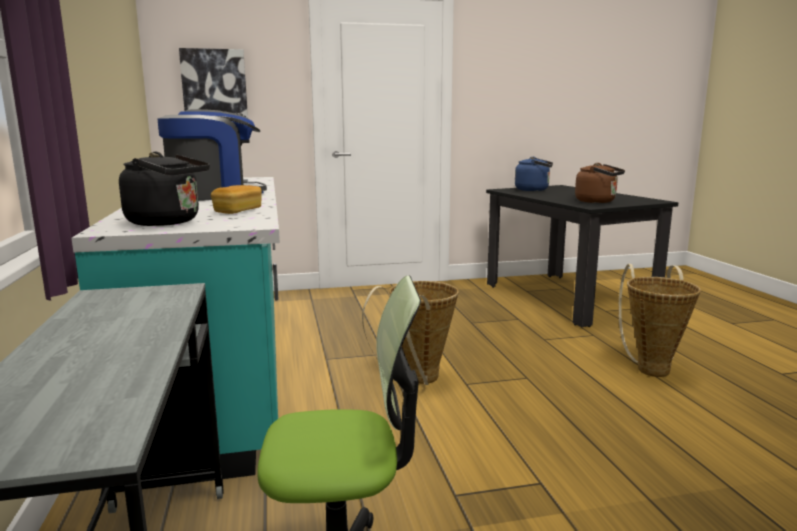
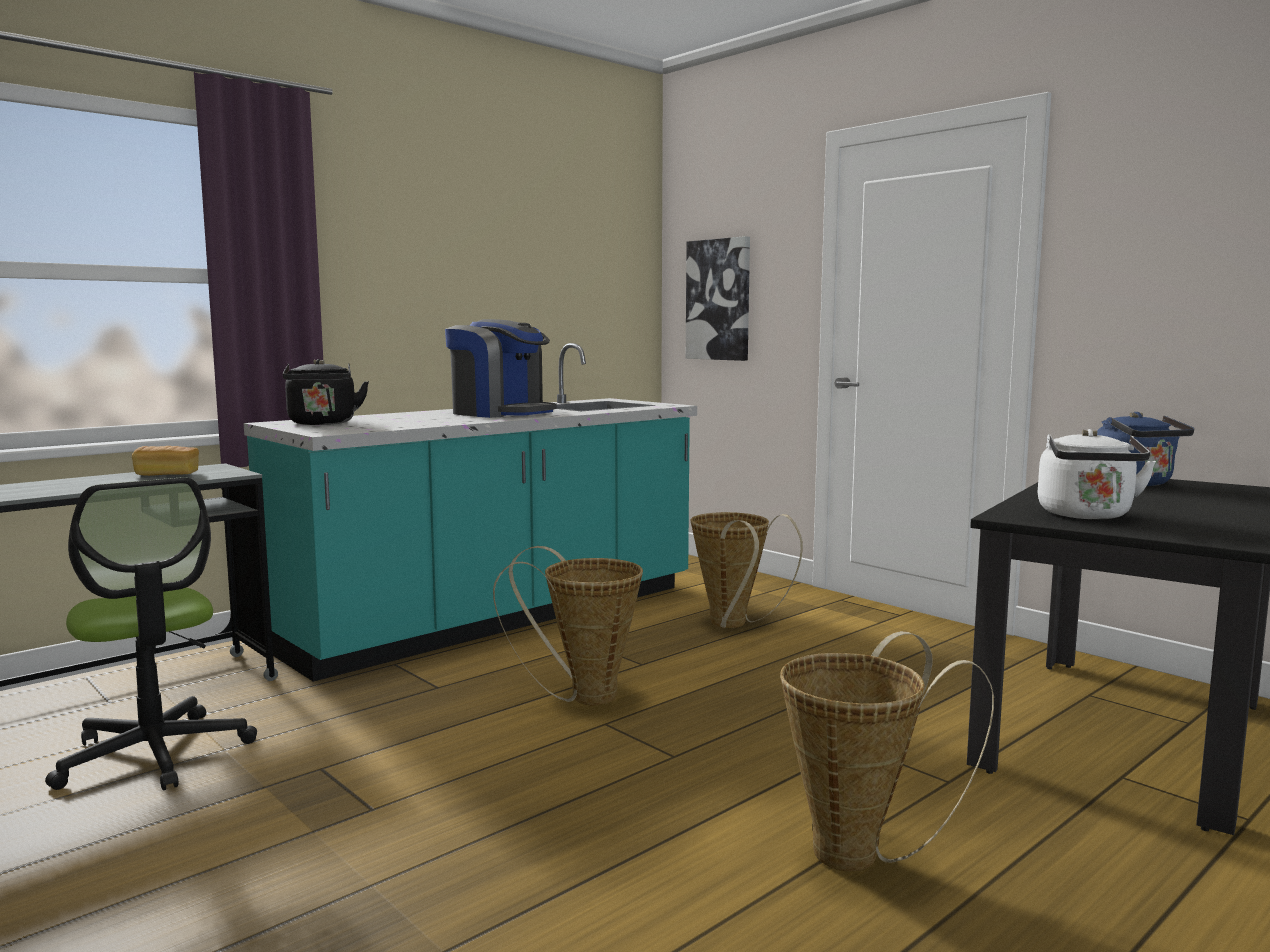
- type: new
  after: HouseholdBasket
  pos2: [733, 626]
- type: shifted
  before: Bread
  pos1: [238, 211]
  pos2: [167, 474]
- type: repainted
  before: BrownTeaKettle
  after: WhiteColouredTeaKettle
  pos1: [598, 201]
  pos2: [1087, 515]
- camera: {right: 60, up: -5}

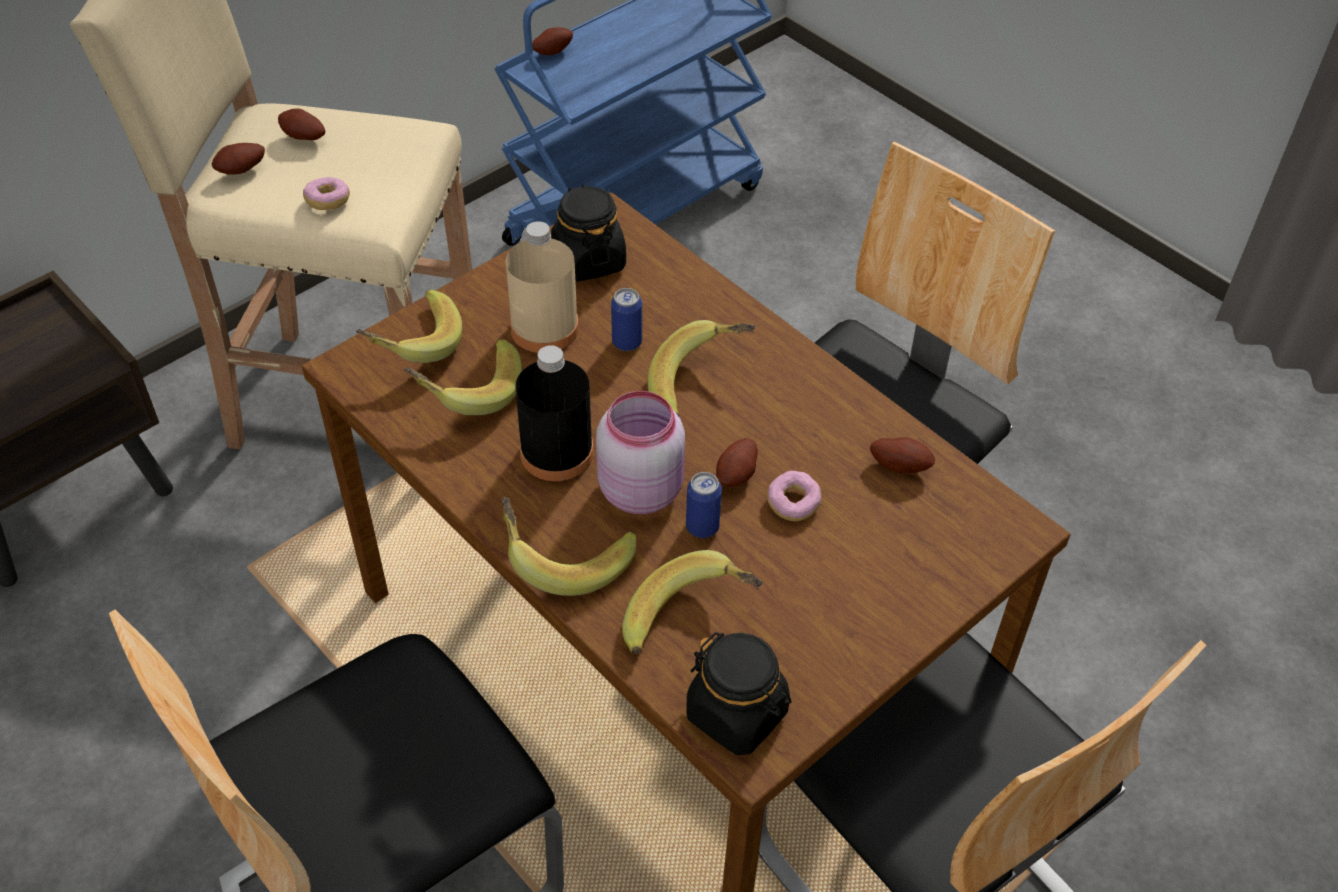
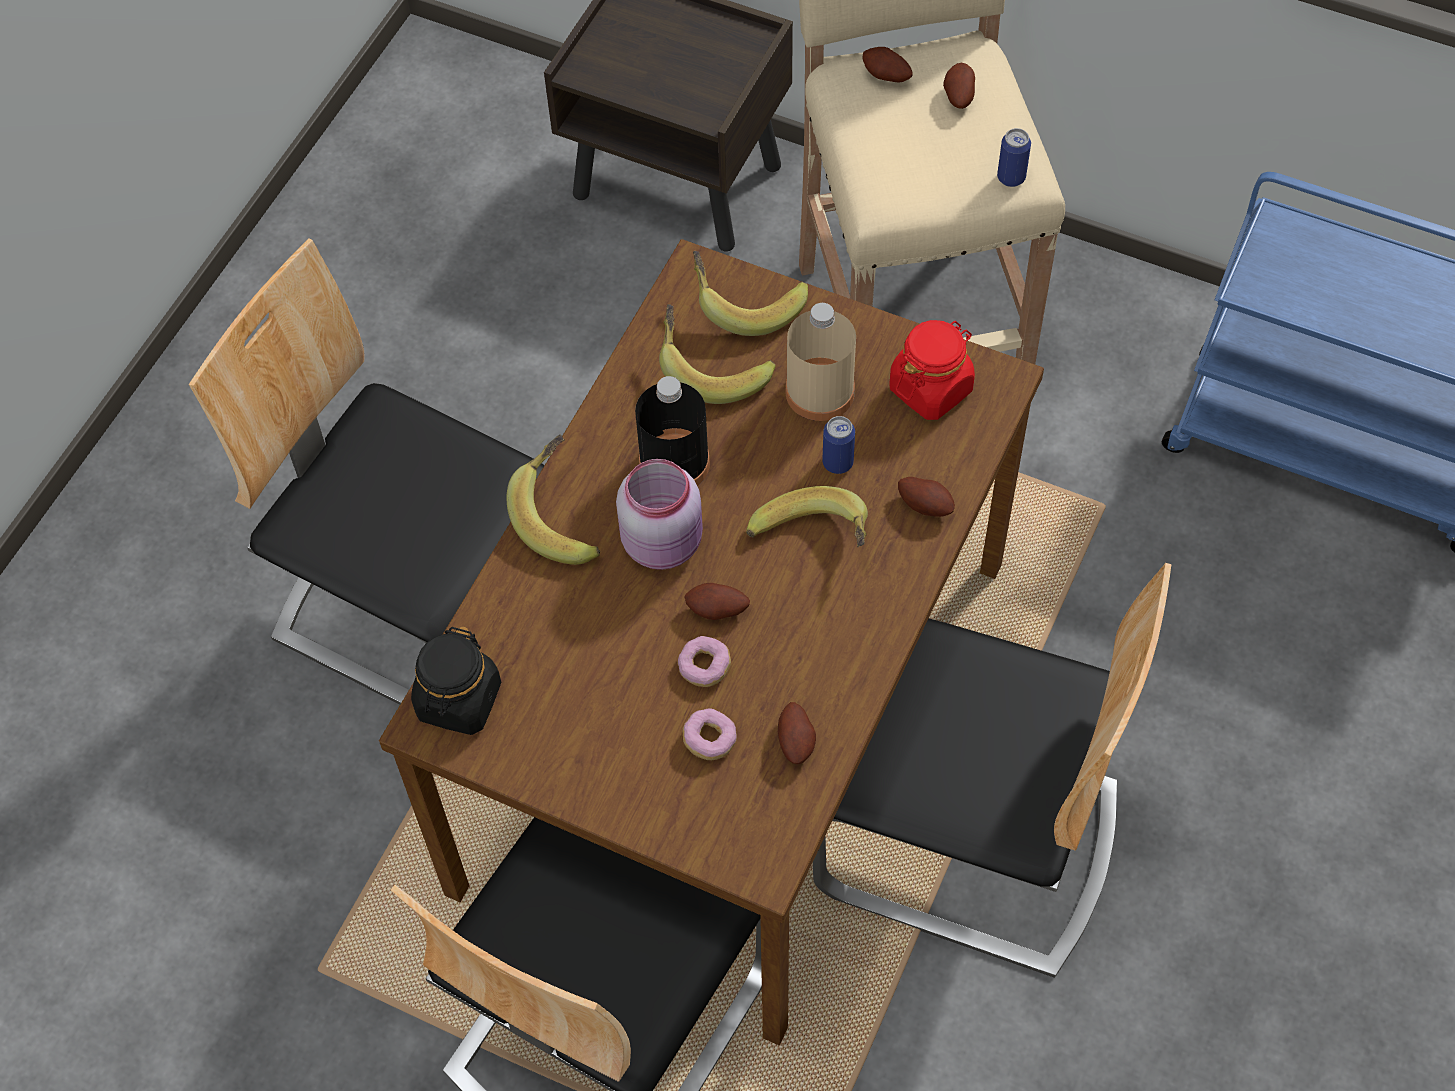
- type: gone
  before: BananaFruit
  pos1: [691, 623]
- type: shifted
  before: RingDoughnut
  pos1: [328, 201]
  pos2: [710, 740]
- type: shifted
  before: WholePotato
  pos1: [552, 51]
  pos2: [926, 504]
- type: shifted
  before: Can
  pos1: [702, 527]
  pos2: [1011, 177]
- type: repainted
  before: BlackPreserveJar
  after: RedColouredPreserveJar
  pos1: [588, 260]
  pos2: [931, 389]
- camera: {right: 70, up: 10}

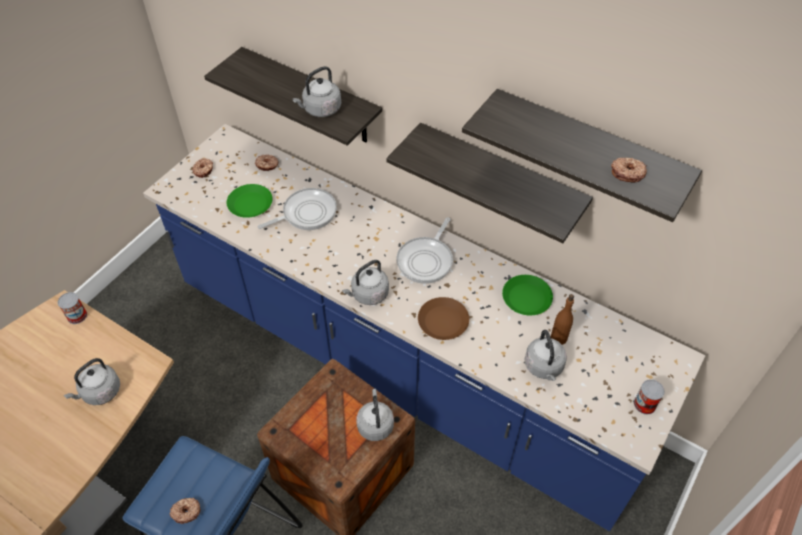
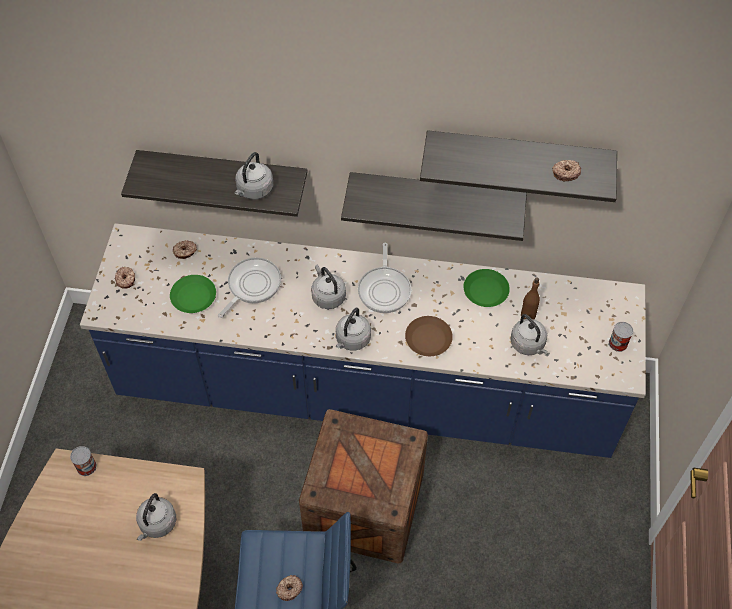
- type: shifted
  before: GreyTeaKettle
  pos1: [375, 424]
  pos2: [327, 296]
- camera: {right: -25, up: 5}

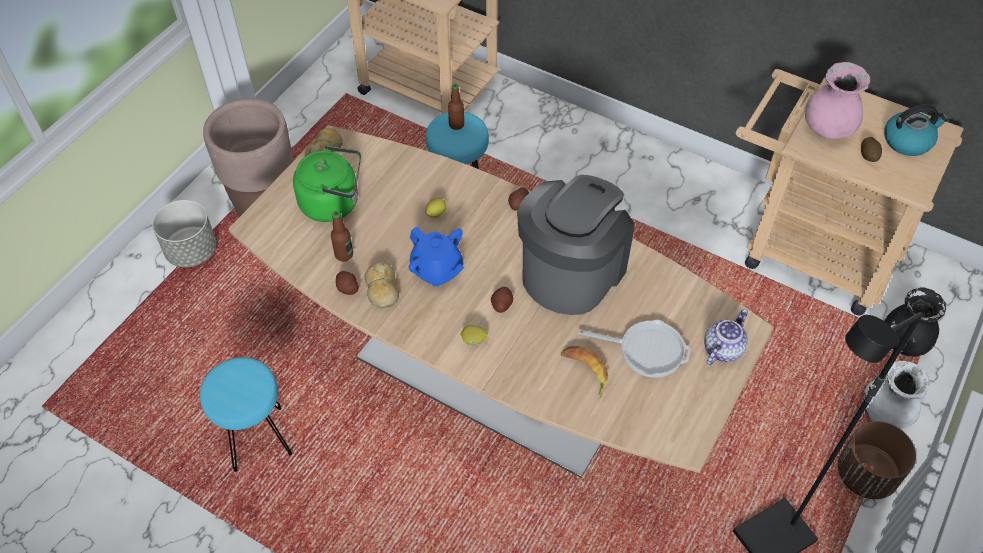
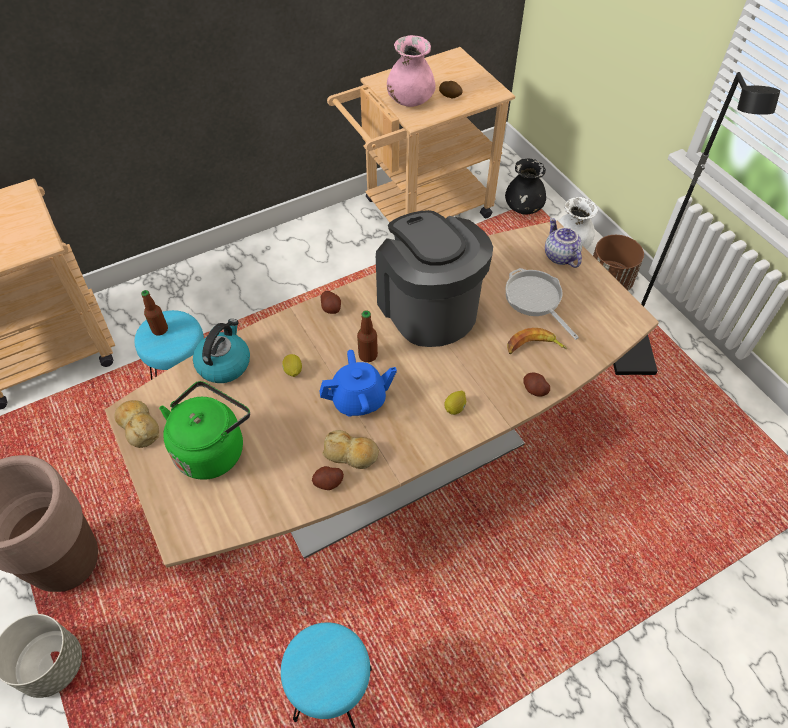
- type: shifted
  before: Bottle
  pos1: [344, 255]
  pos2: [368, 355]
- type: shifted
  before: WholePotato
  pos1: [501, 304]
  pos2: [535, 390]
- type: shifted
  before: TeaKettle
  pos1: [908, 141]
  pos2: [224, 363]
- type: rotated
  before: Pan
  pos1: [646, 350]
  pos2: [535, 299]
  turn: -75
- camera: {right: -60, up: 0}

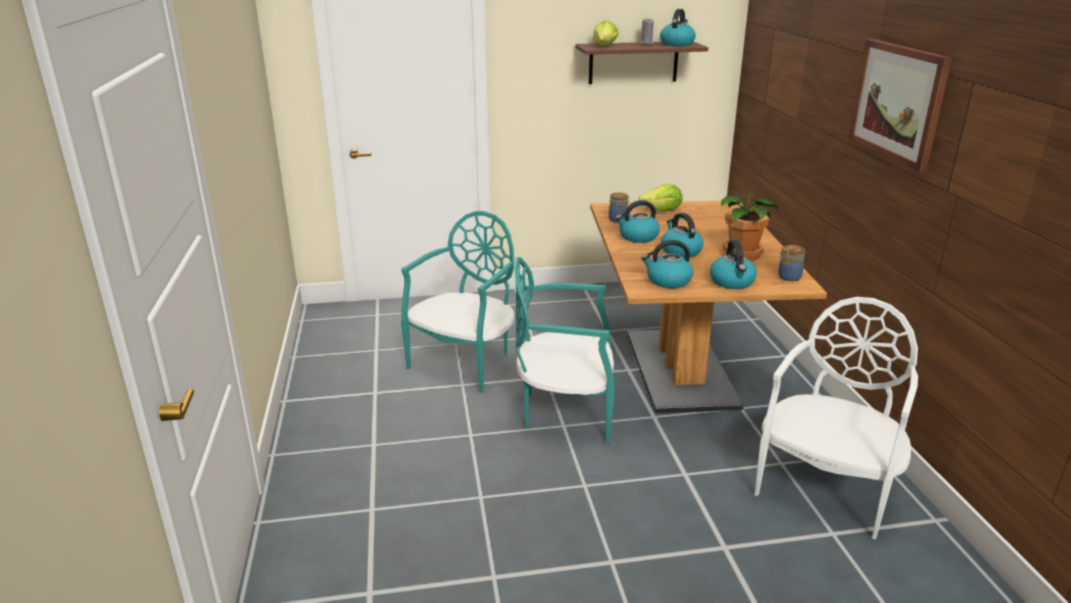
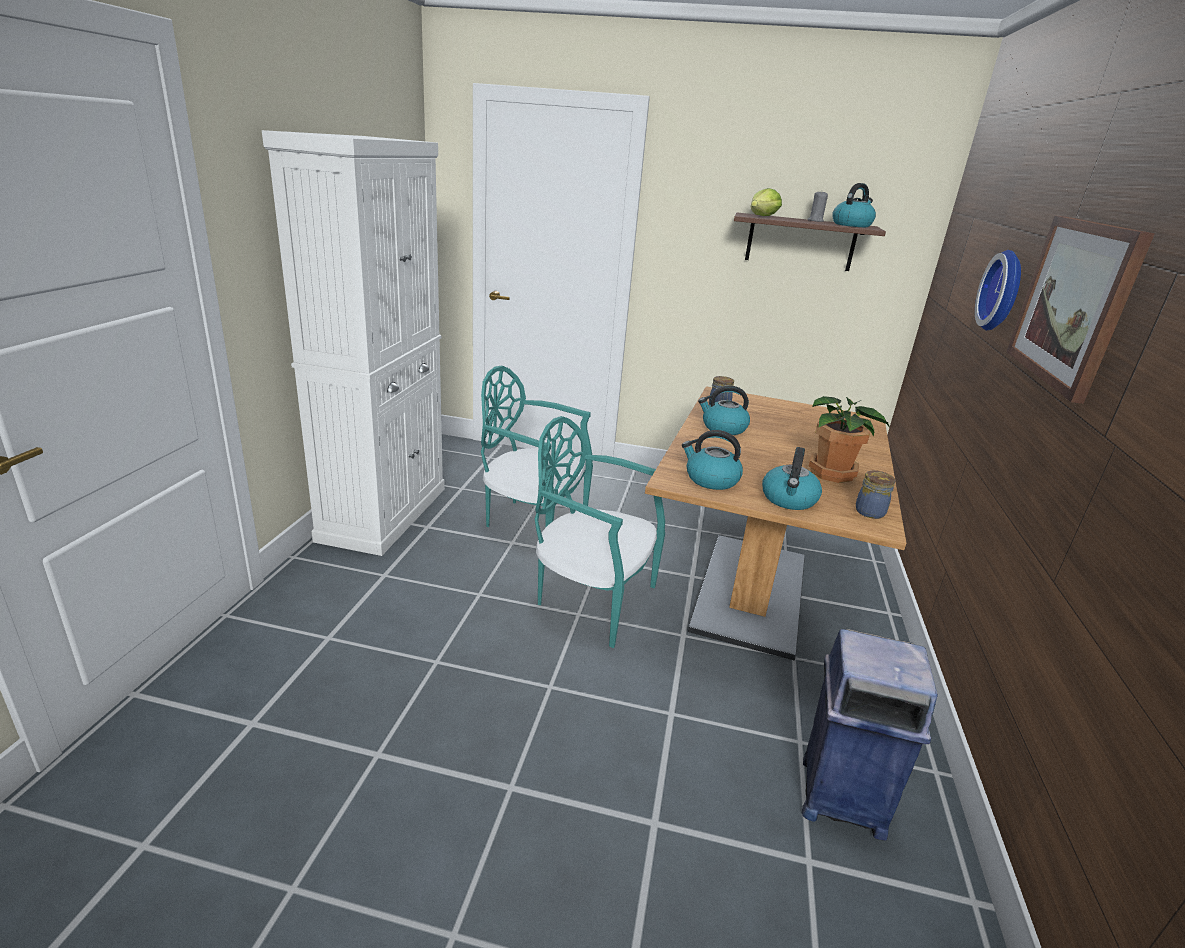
- type: gone
  before: Lettuce
  pos1: [662, 211]
- type: gone
  before: TeaKettle
  pos1: [680, 251]
- type: new
  after: WhiteColouredCupboard
  pos2: [384, 513]
- type: new
  after: ClockOnTheWall
  pos2: [1005, 291]
- type: swapped
  before: WhiteColouredChair
  after: BlueRubbishBin
  pos1: [826, 488]
  pos2: [839, 795]
- type: rotated
  before: TurquoiseChair
  pos1: [466, 363]
  pos2: [532, 522]
  turn: -120
- camera: {right: 20, up: 0}

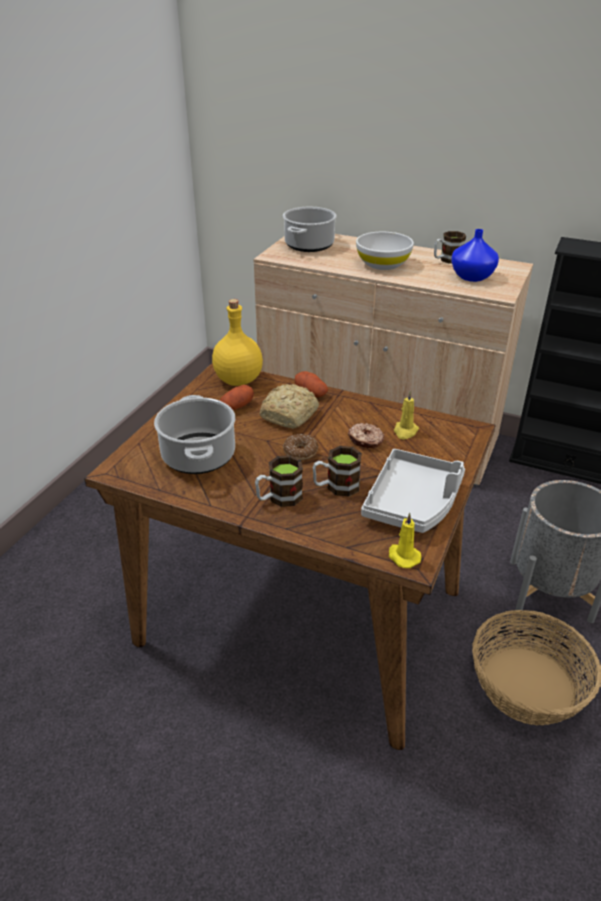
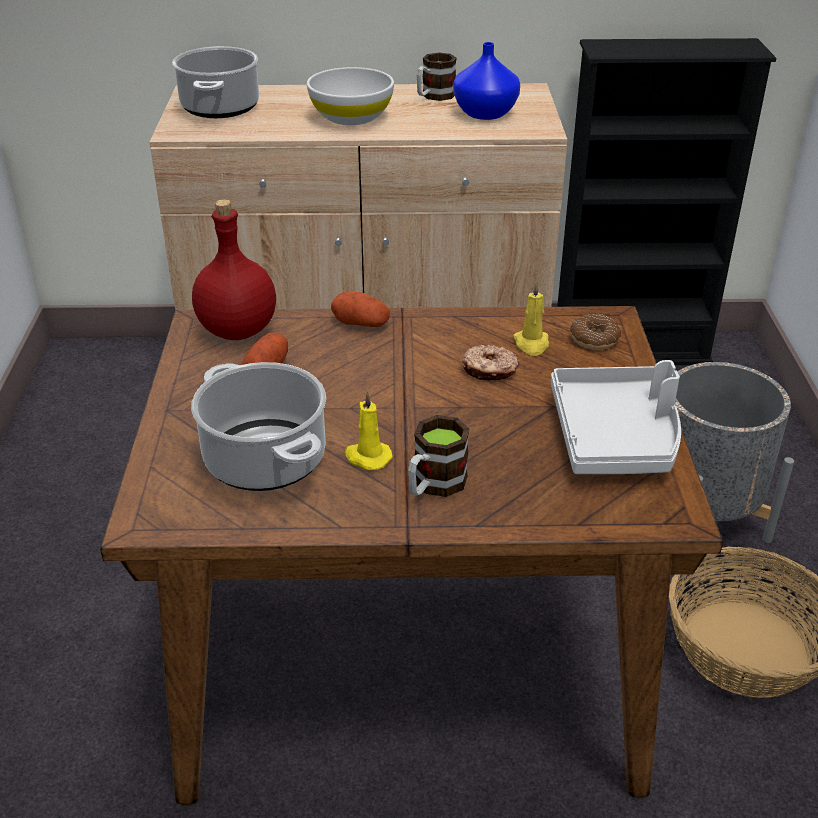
- type: gone
  before: Bread
  pos1: [290, 415]
- type: gone
  before: TeaMug
  pos1: [336, 487]
- type: shifted
  before: RingDoughnut
  pos1: [300, 451]
  pos2: [594, 339]
- type: shifted
  before: YellowColouredCandle
  pos1: [403, 556]
  pos2: [367, 457]
- type: repainted
  before: YellowColouredBottle
  after: RedColouredBottle
  pos1: [237, 380]
  pos2: [236, 331]
- camera: {right: -25, up: 0}

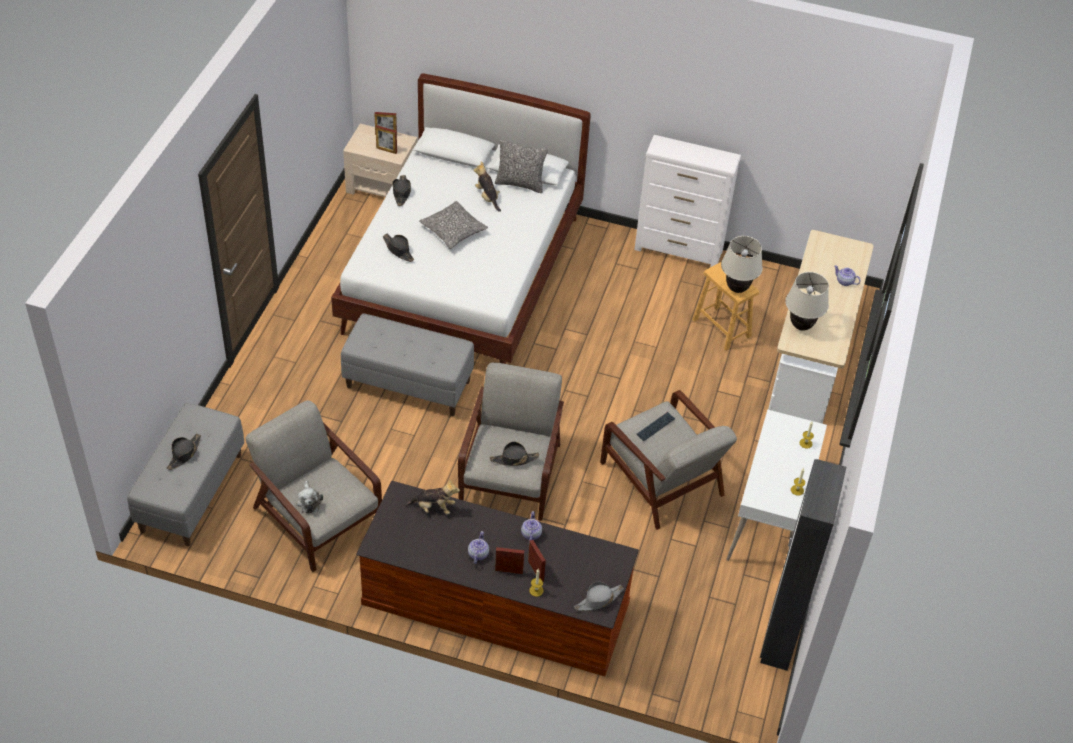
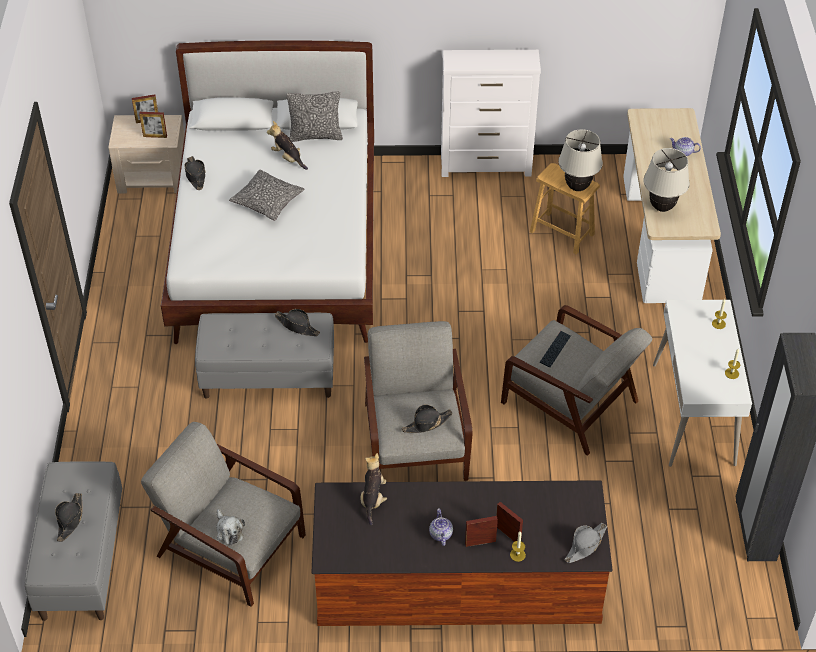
- type: gone
  before: PotForTea
  pos1: [531, 534]
- type: shifted
  before: BlackClothingHat
  pos1: [398, 250]
  pos2: [297, 326]
- type: rotated
  before: SoftToy
  pos1: [434, 508]
  pos2: [373, 499]
  turn: -75
- camera: {right: -15, up: 0}

